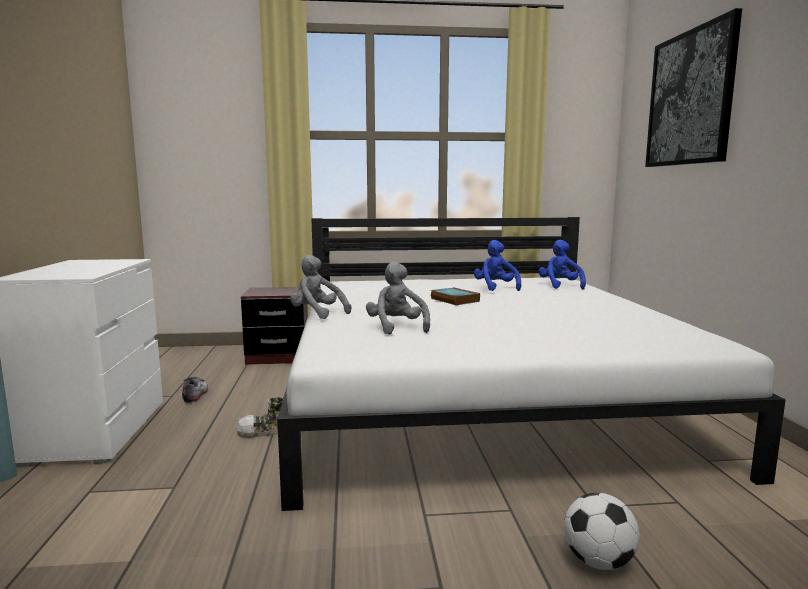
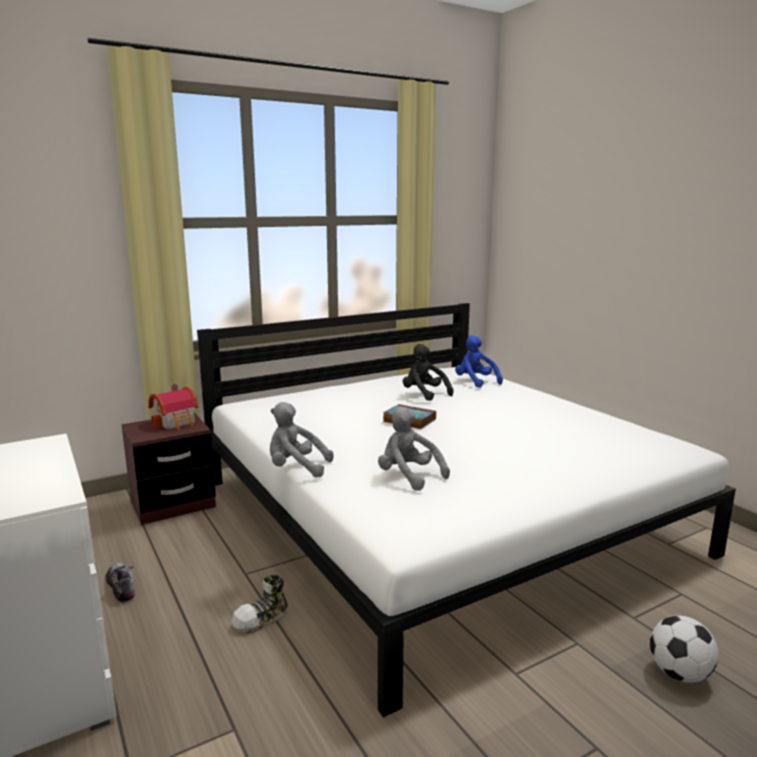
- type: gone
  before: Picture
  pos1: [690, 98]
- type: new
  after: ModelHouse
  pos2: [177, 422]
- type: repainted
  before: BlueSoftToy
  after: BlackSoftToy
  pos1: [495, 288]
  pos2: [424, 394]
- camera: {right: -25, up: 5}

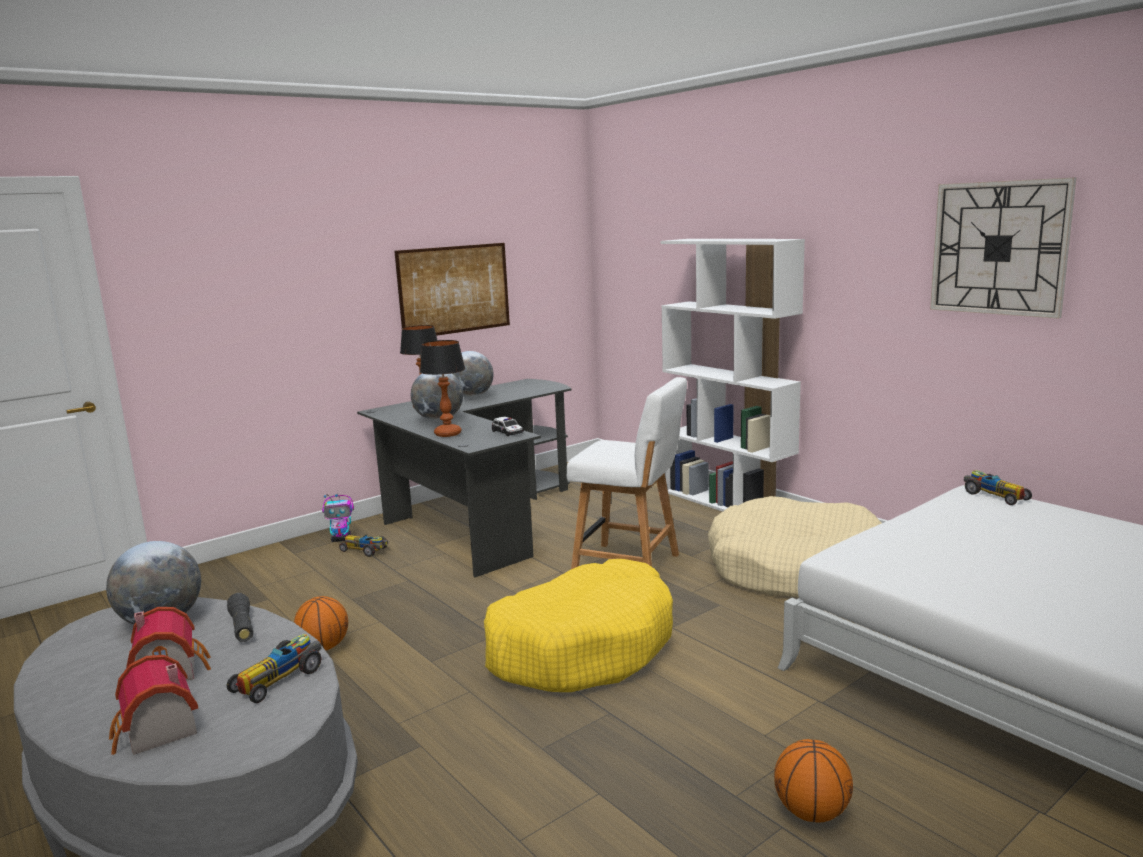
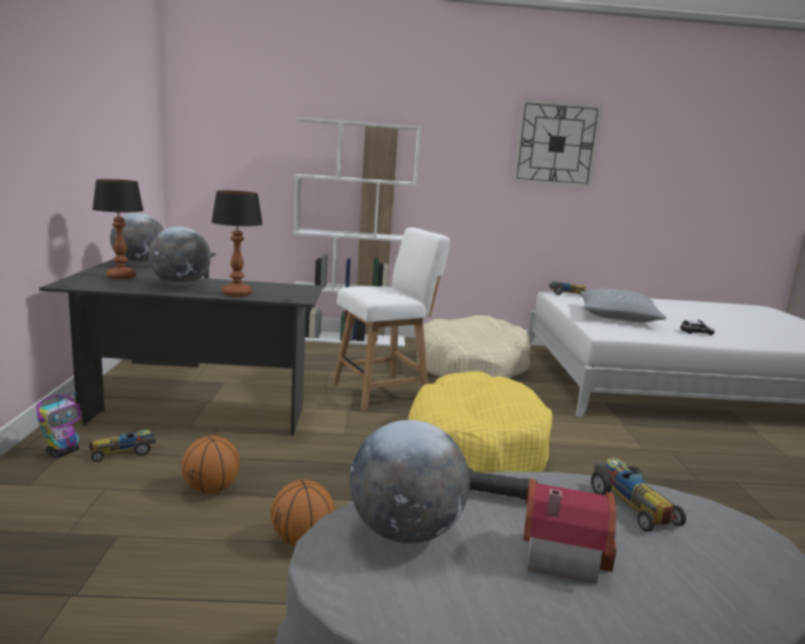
- type: gone
  before: ModelHouse
  pos1: [156, 732]
- type: gone
  before: Picture
  pos1: [454, 289]
- type: new
  after: Pillow
  pos2: [617, 316]
- type: shifted
  before: ToyCar
  pos1: [508, 432]
  pos2: [697, 332]
- type: shifted
  before: Basketball
  pos1: [812, 812]
  pos2: [211, 489]
- camera: {right: -55, up: 0}

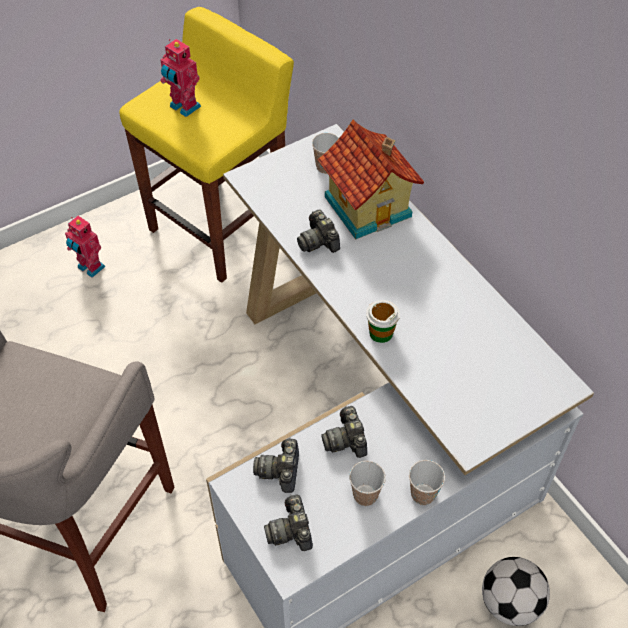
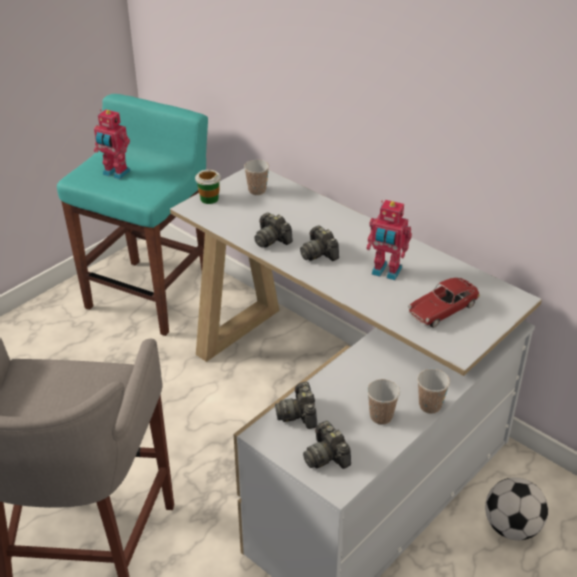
- type: gone
  before: ModelHouse
  pos1: [369, 205]
- type: new
  after: ToyCar
  pos2: [442, 309]
- type: shifted
  before: RobotFigure
  pos1: [90, 268]
  pos2: [386, 272]
- type: shifted
  before: StillCamera
  pos1: [346, 440]
  pos2: [319, 253]
- type: shifted
  before: DrinkingCup
  pos1: [381, 333]
  pos2: [209, 199]
- type: repainted
  before: YellowColouredStoolSeat
  after: TurquoiseStoolSeat
  pos1: [221, 228]
  pos2: [151, 295]
- camera: {right: -15, up: -15}

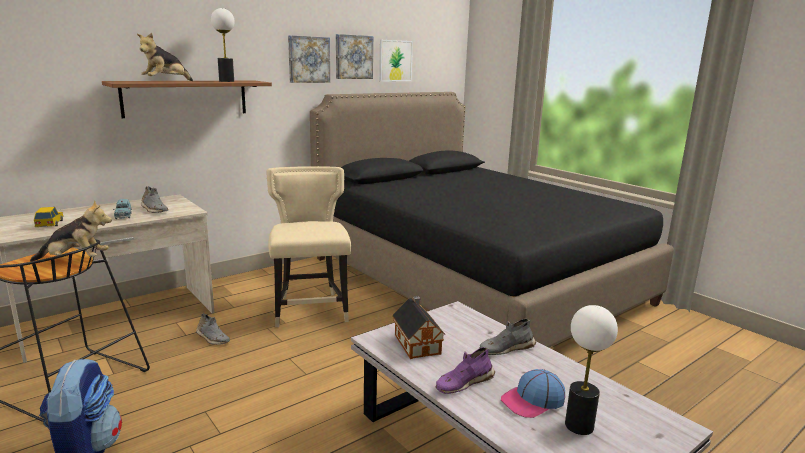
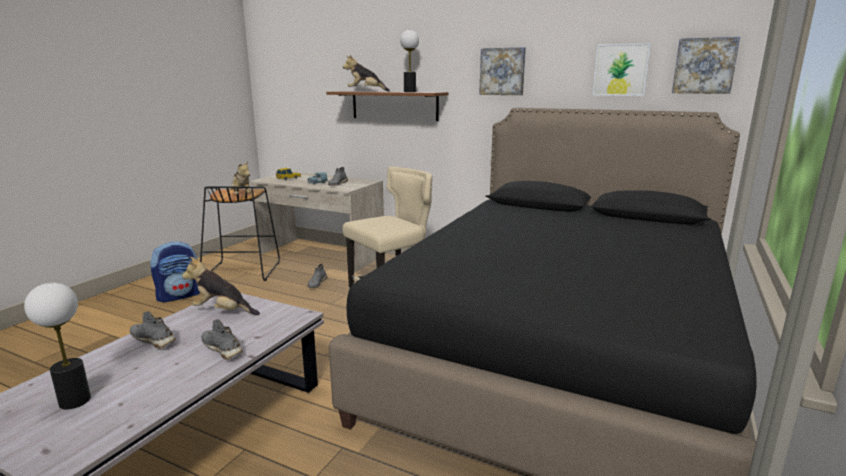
- type: gone
  before: PeakedCap
  pos1: [533, 401]
- type: shifted
  before: Picture
  pos1: [353, 57]
  pos2: [704, 66]
- type: swapped
  before: ModelHouse
  after: SoftToy
  pos1: [417, 343]
  pos2: [223, 311]
- type: repainted
  before: PurpleColouredShoe
  after: GreyShoe
  pos1: [463, 383]
  pos2: [154, 340]
- camera: {right: 65, up: 0}

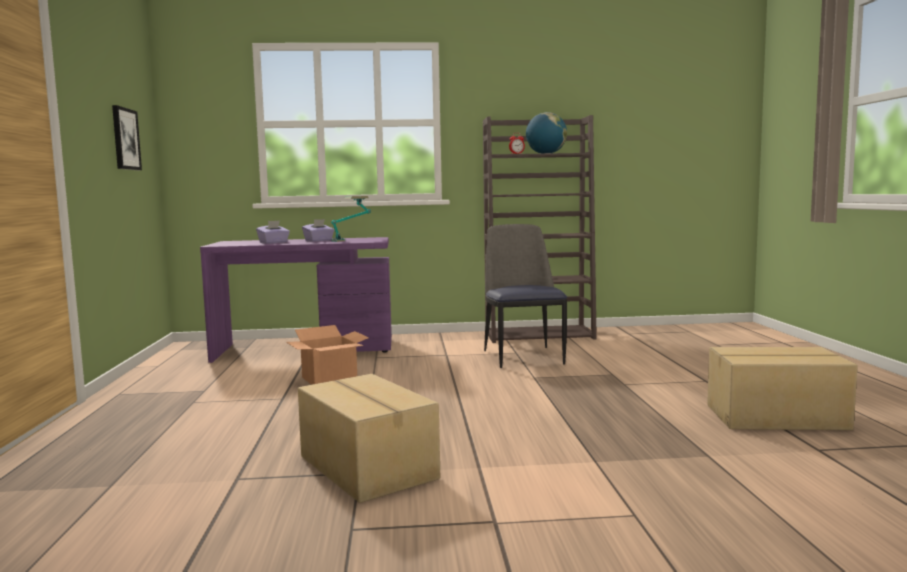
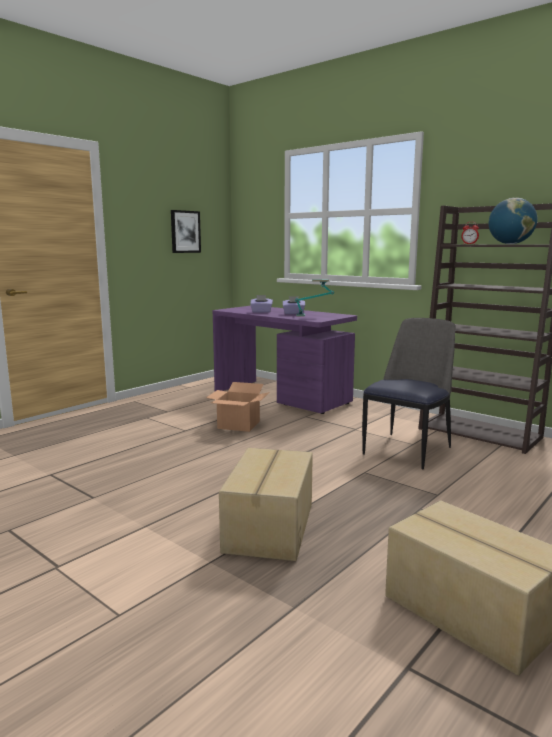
- type: shifted
  before: PackingBox
  pos1: [366, 468]
  pos2: [268, 527]
- camera: {right: 45, up: 5}

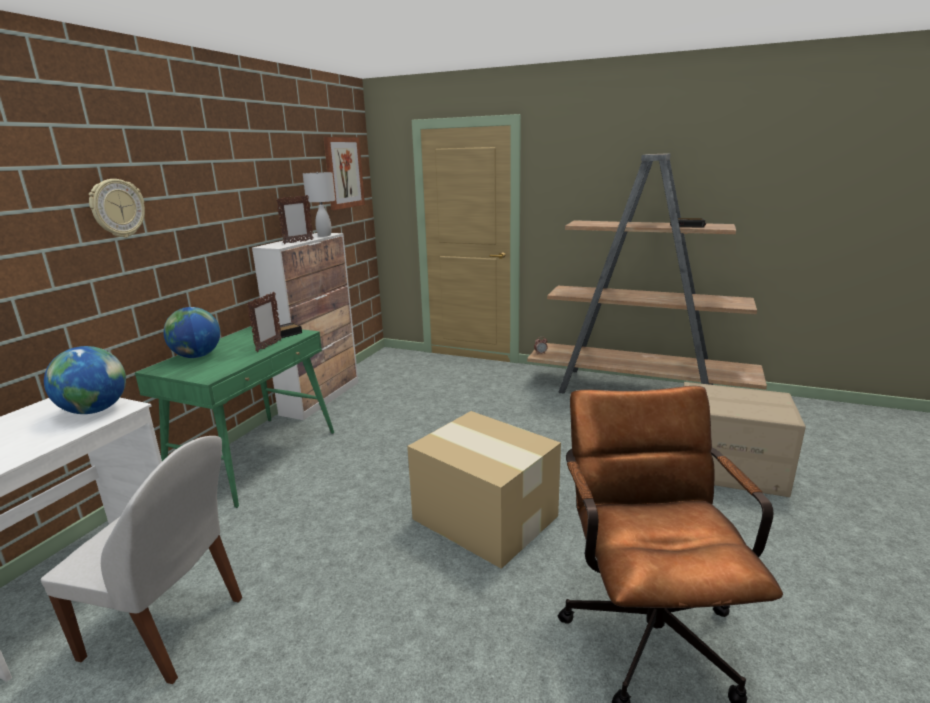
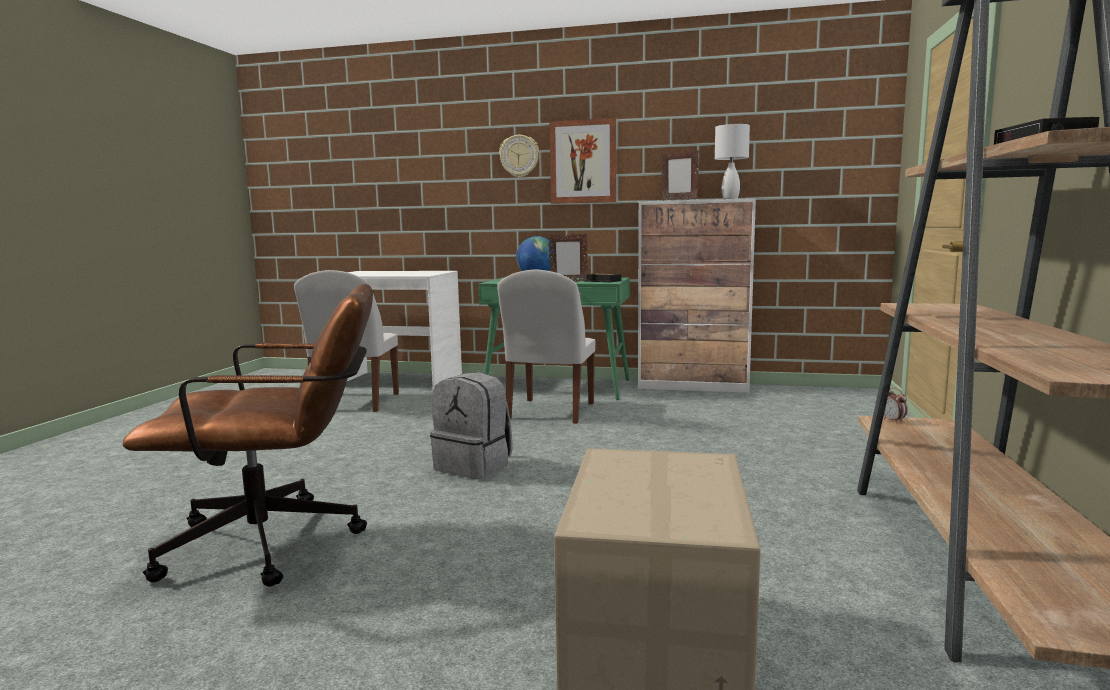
- type: gone
  before: WorldGlobe
  pos1: [95, 410]
- type: new
  after: WhiteColouredChair
  pos2: [550, 412]
- type: shifted
  before: Picture
  pos1: [343, 173]
  pos2: [583, 162]
- type: swapped
  before: PackingBox
  after: GreyKnapsack
  pos1: [484, 516]
  pos2: [474, 466]
- camera: {right: 80, up: -10}

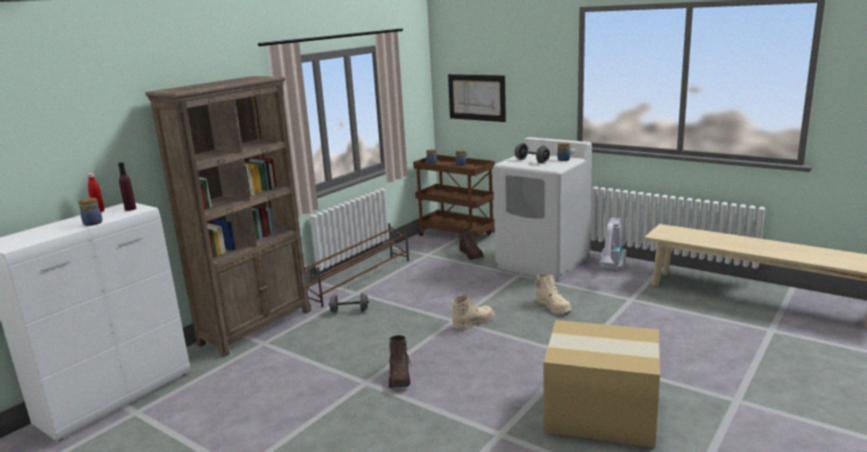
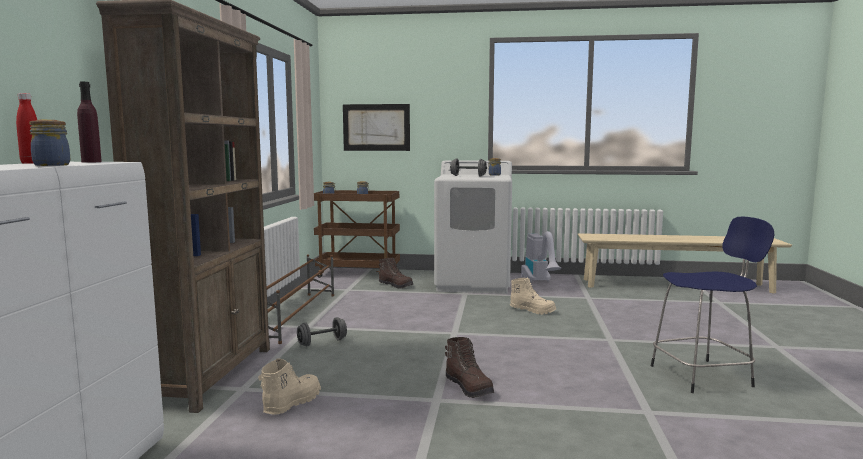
- type: shifted
  before: BeigeColouredHighTopBoot
  pos1: [473, 323]
  pos2: [291, 403]
- type: swapped
  before: PackingBox
  after: BlueStoolSeat
  pos1: [602, 413]
  pos2: [703, 375]
- camera: {right: -30, up: -10}

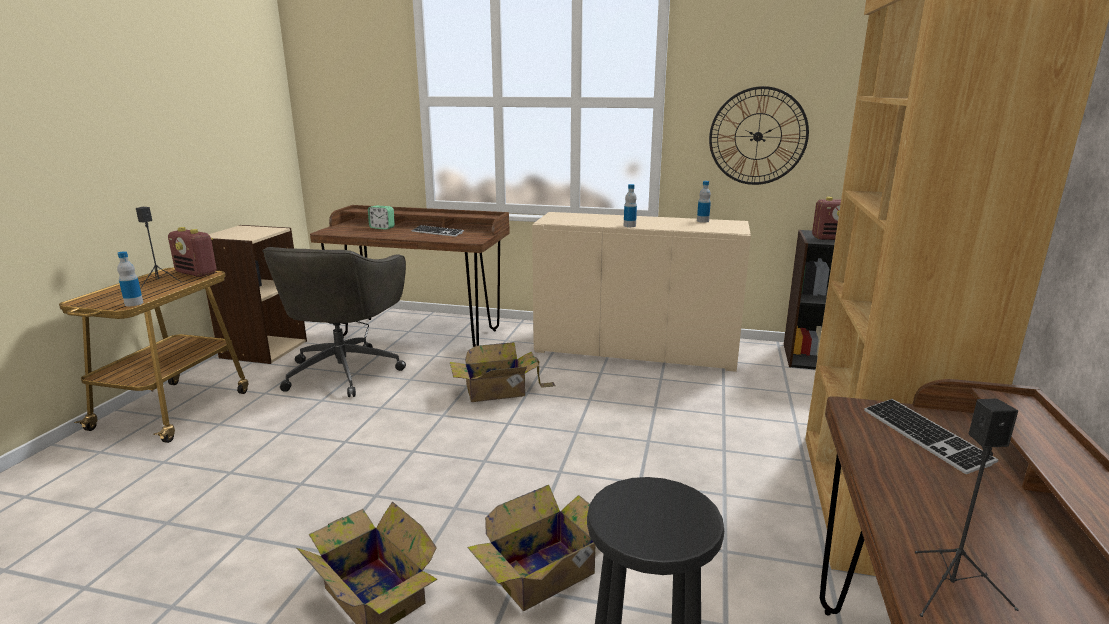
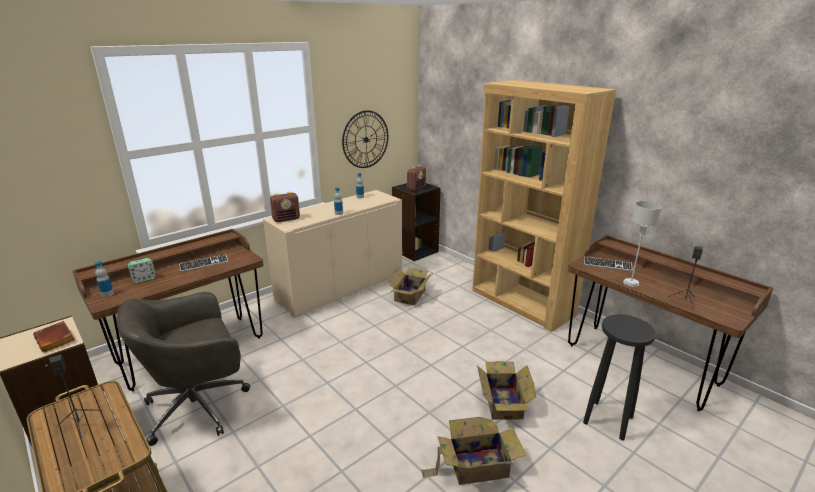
- type: new
  after: BrownBoundBook
  pos2: [57, 340]
- type: new
  after: GreyTableLamp
  pos2: [631, 283]
- type: shifted
  before: Bottle
  pos1: [134, 303]
  pos2: [107, 294]
- type: shifted
  before: RadioSet
  pos1: [197, 273]
  pos2: [286, 219]
- type: shifted
  before: PackingBox
  pos1: [498, 391]
  pos2: [411, 295]
- type: rotated
  before: GreyComputerChair
  pos1: [345, 371]
  pos2: [200, 406]
  turn: 105
- camera: {right: -55, up: 5}

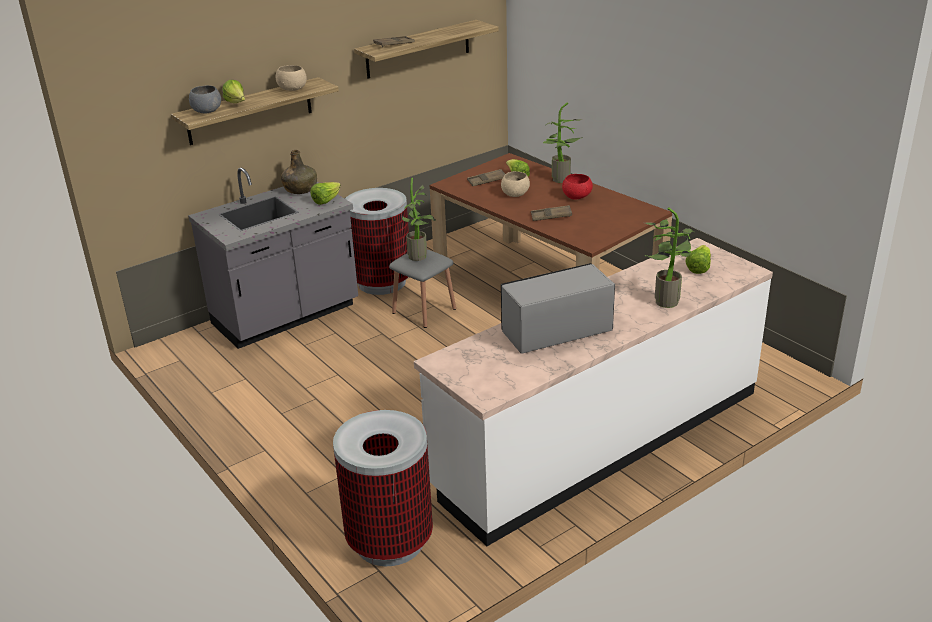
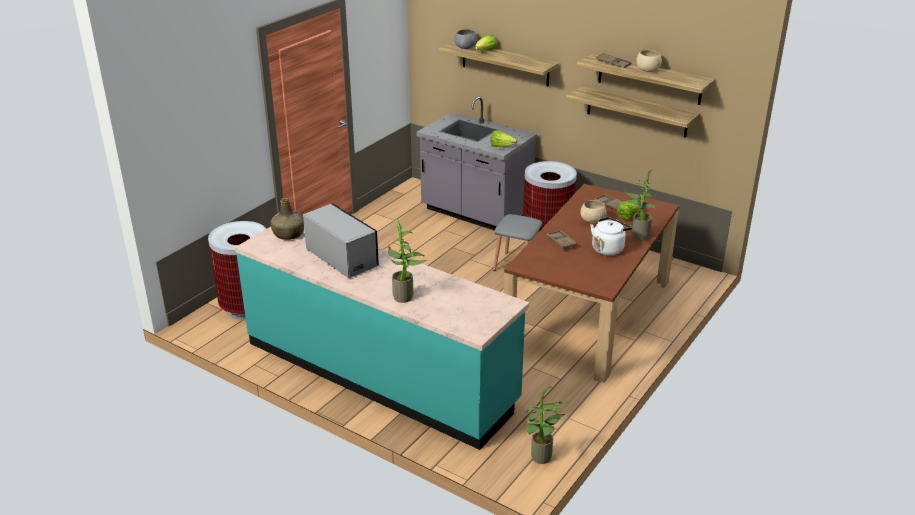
- type: gone
  before: Lettuce
  pos1: [698, 268]
- type: new
  after: Shelf
  pos2: [637, 112]
- type: shifted
  before: BeigeColouredDeepDish
  pos1: [293, 89]
  pos2: [648, 70]
- type: shifted
  before: GreenColouredBottle
  pos1: [300, 189]
  pos2: [289, 234]
- type: shifted
  before: PlantInAPot
  pos1: [420, 257]
  pos2: [541, 459]
- type: swapped
  before: RedColouredDeepDish
  after: WhiteColouredTeaKettle
  pos1: [577, 197]
  pos2: [608, 248]
- type: repainted
  before: WhiteColouredKitchenCounter
  after: TurquoiseKitchenCounter
  pos1: [598, 439]
  pos2: [380, 372]
- camera: {right: 70, up: 0}

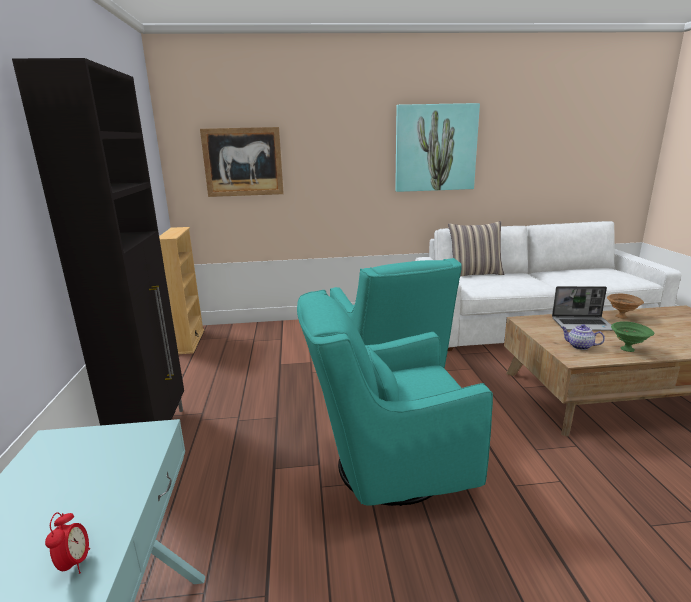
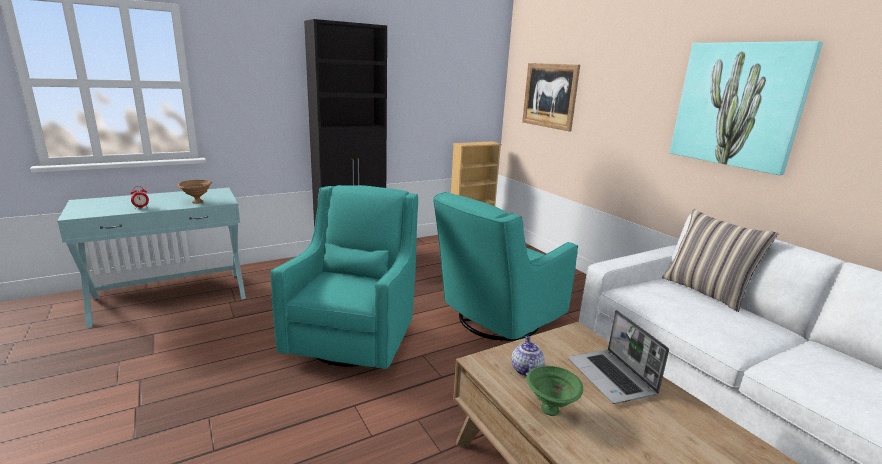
- type: shifted
  before: BrownDeepDish
  pos1: [622, 317]
  pos2: [197, 202]
- type: rotated
  before: TurquoiseLoungeChair
  pos1: [386, 466]
  pos2: [355, 338]
  turn: 45
- camera: {right: 65, up: 0}

